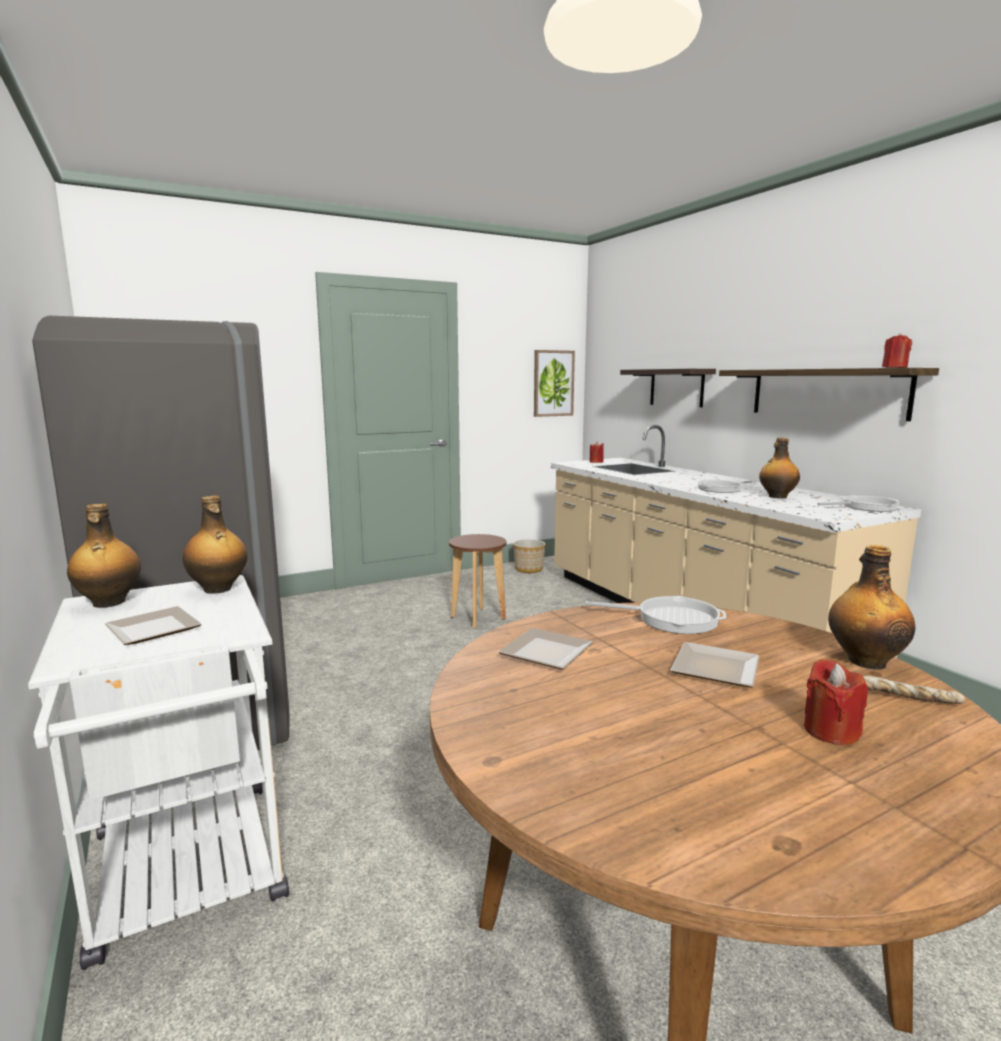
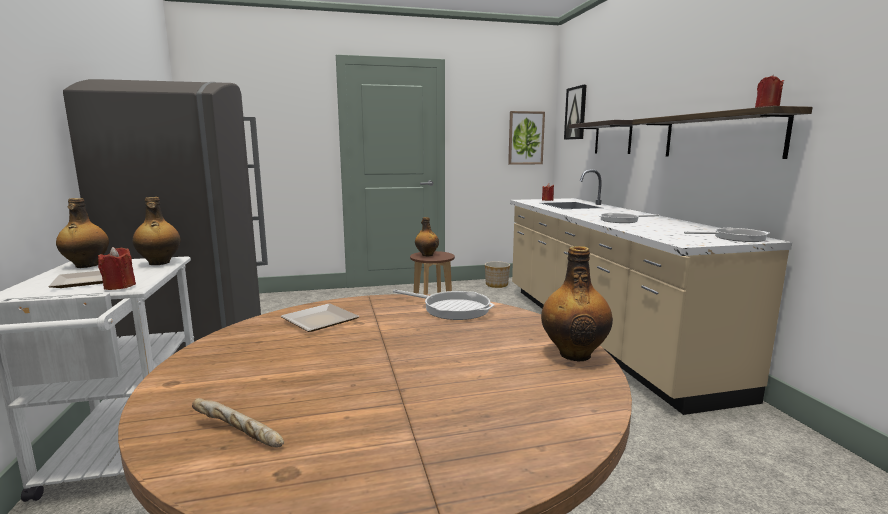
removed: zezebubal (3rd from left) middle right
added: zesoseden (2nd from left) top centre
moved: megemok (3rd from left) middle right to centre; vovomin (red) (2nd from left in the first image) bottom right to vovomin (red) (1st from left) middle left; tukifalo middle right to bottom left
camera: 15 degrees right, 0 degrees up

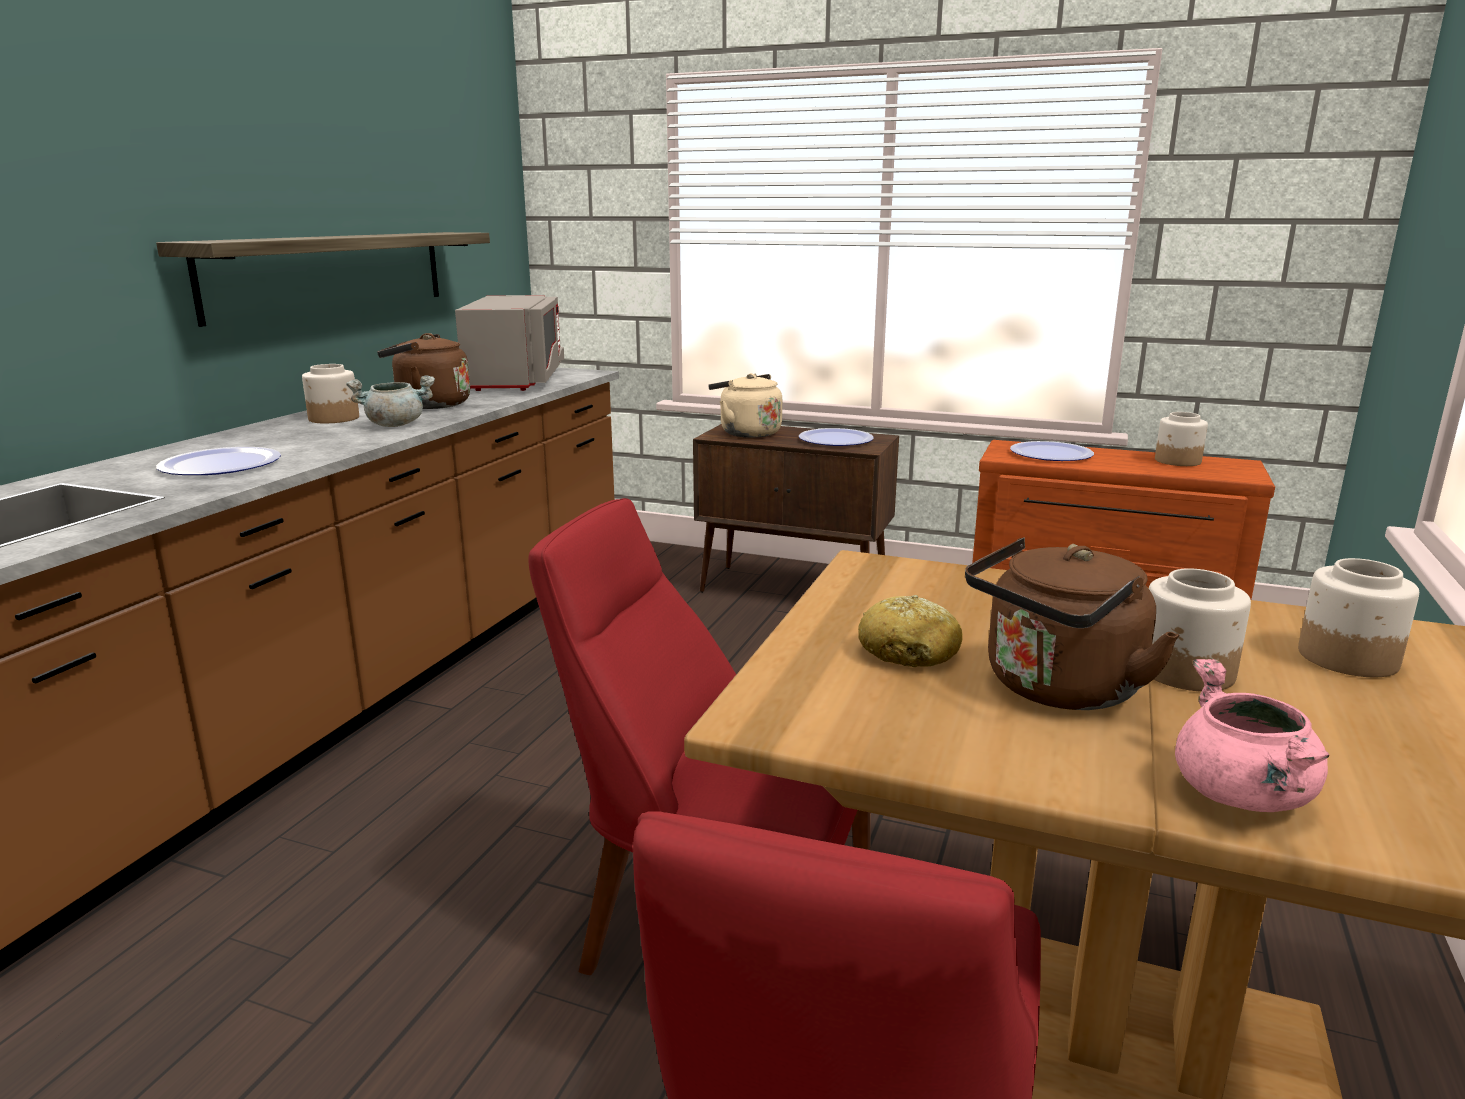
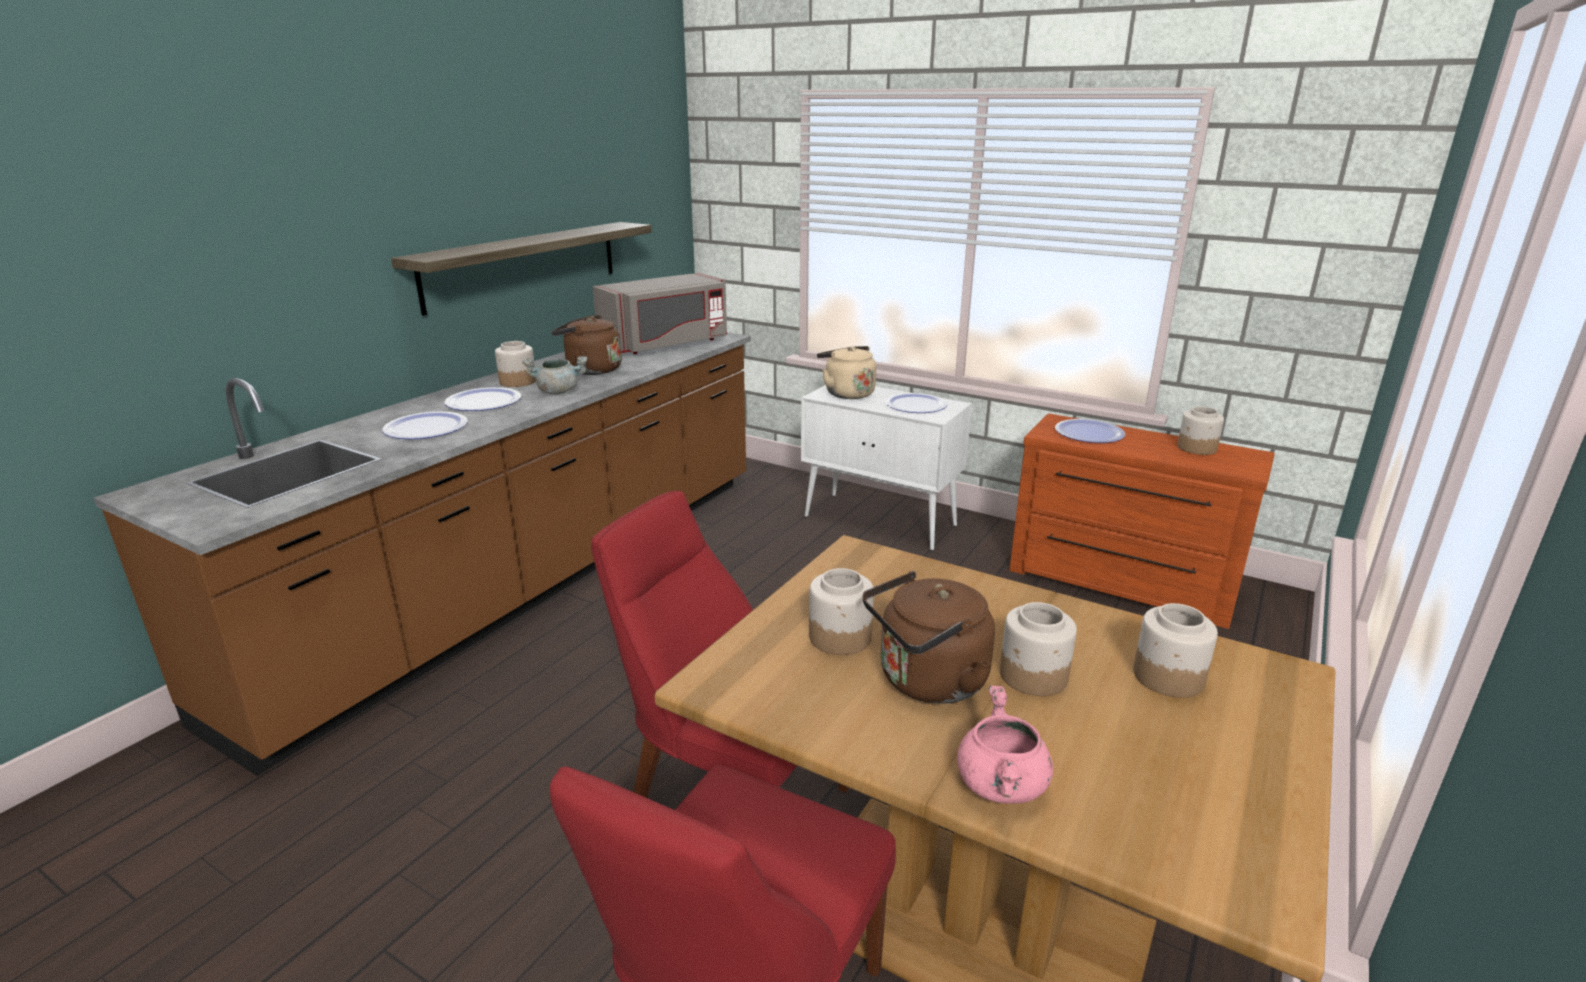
added: zezebubal (2nd from left) middle left
replaced: tukifalo centre to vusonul (2nd from left) centre
recoloured: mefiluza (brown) centre to mefiluza (white) centre
turned: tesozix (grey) top centre = top centre 45 degrees clockwise
camera: 10 degrees right, 5 degrees up

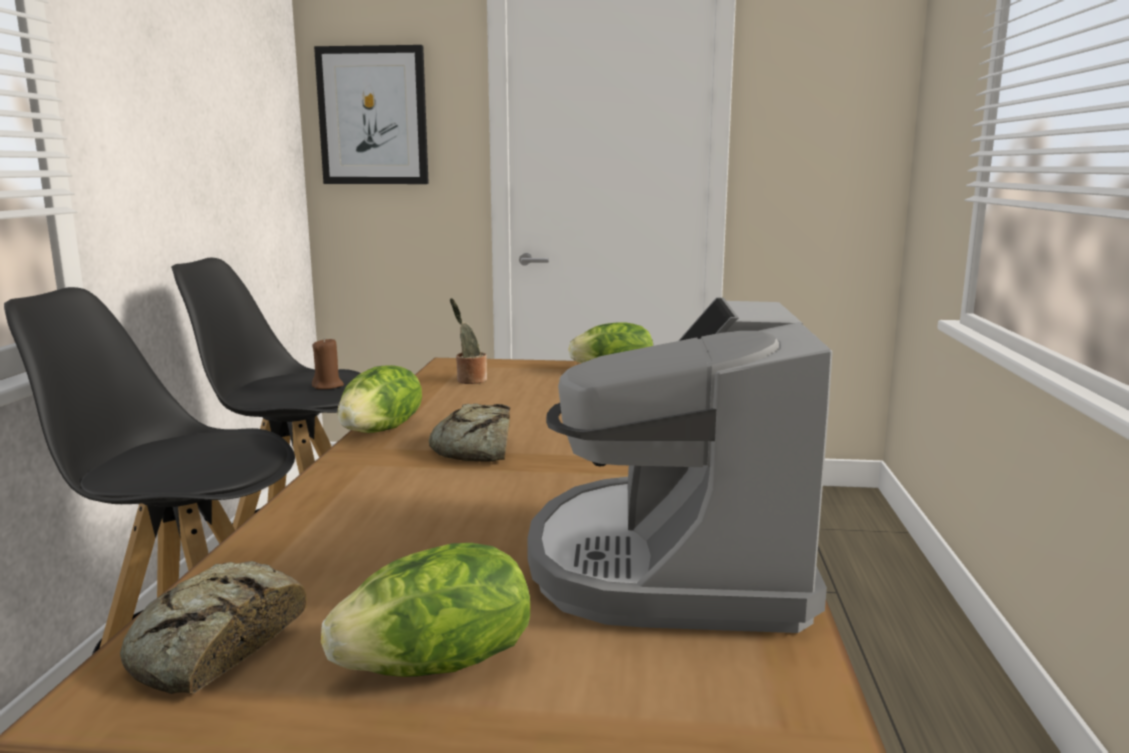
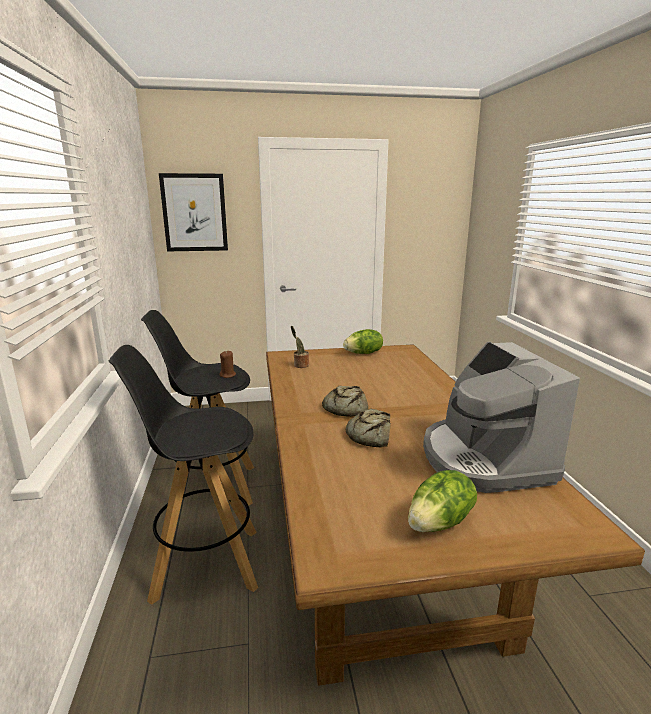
removed: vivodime (1st from left) centre
moved: tukifalo (1st from left in the first image) bottom left to tukifalo (2nd from left) centre
camera: 15 degrees left, 5 degrees up

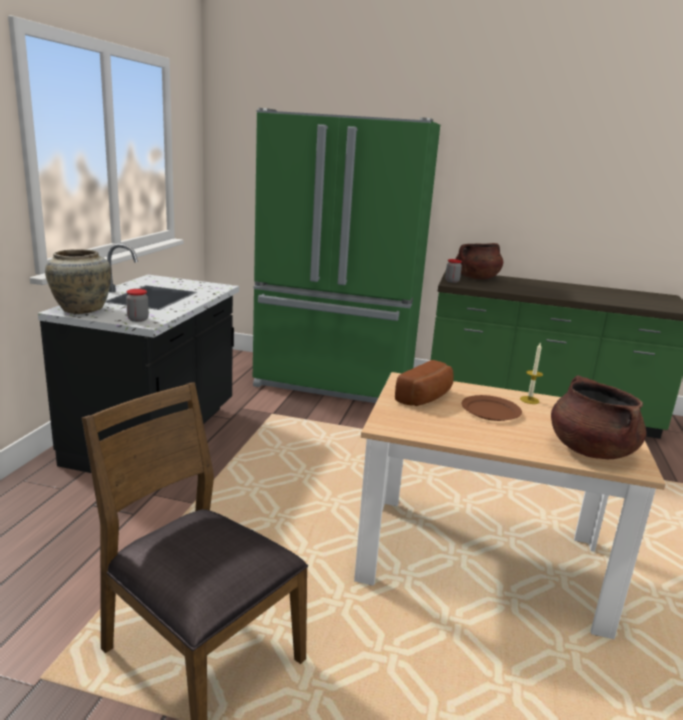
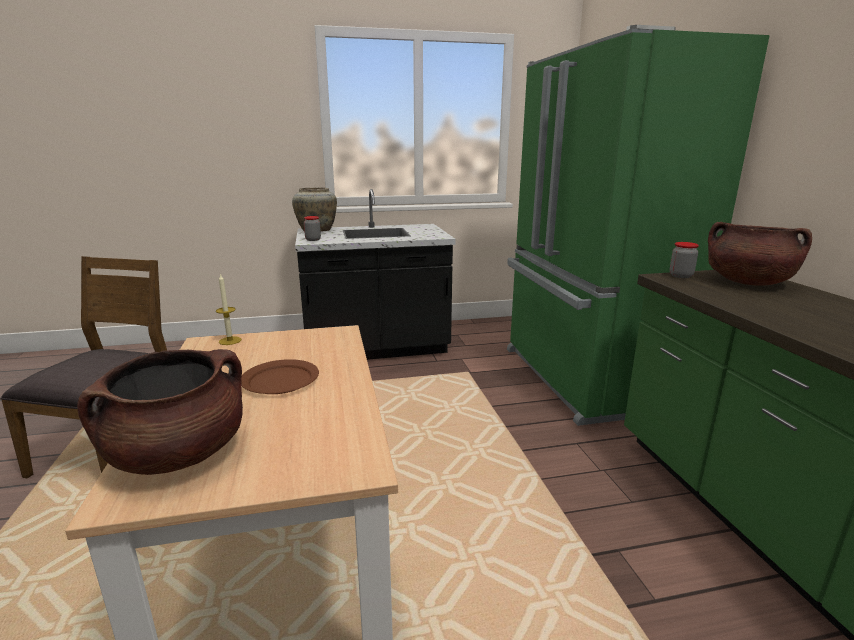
removed: tukifalo centre
moved: vovomin middle right to middle left
camera: 65 degrees right, 0 degrees up

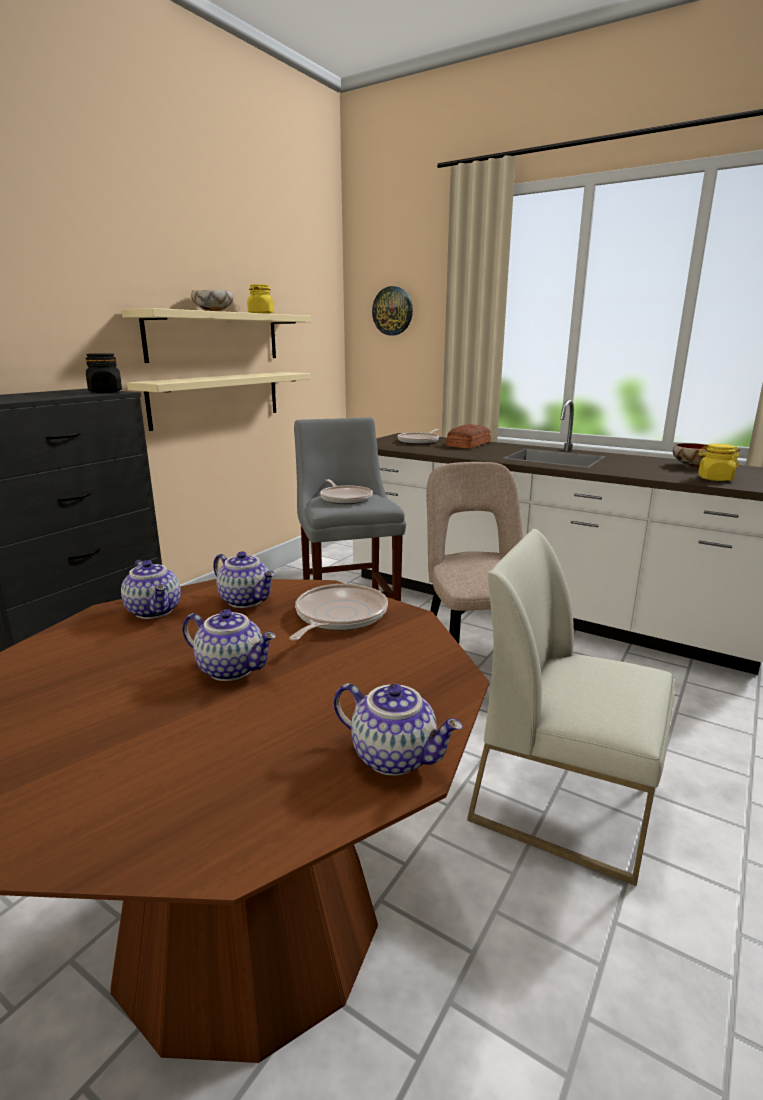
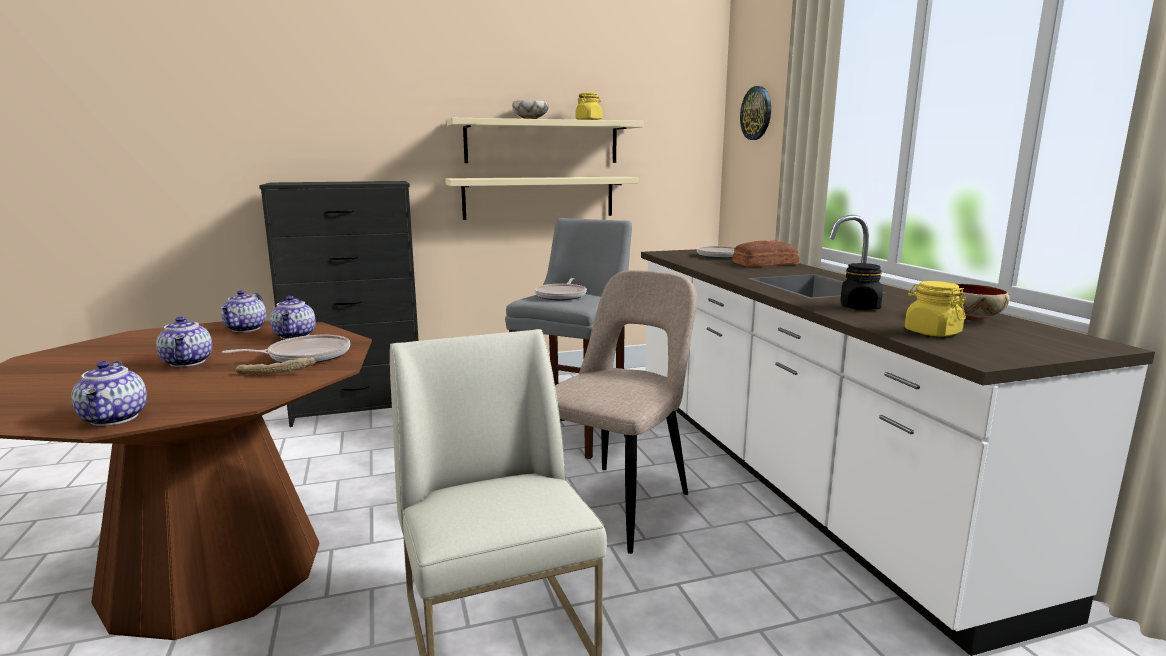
added: tukifalo (1st from left) middle left
moved: vusonul (black) middle left to middle right
camera: 40 degrees right, 5 degrees down

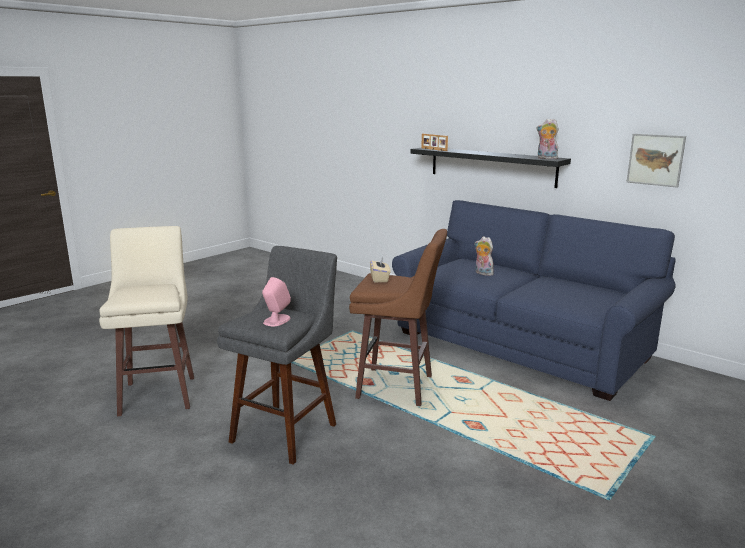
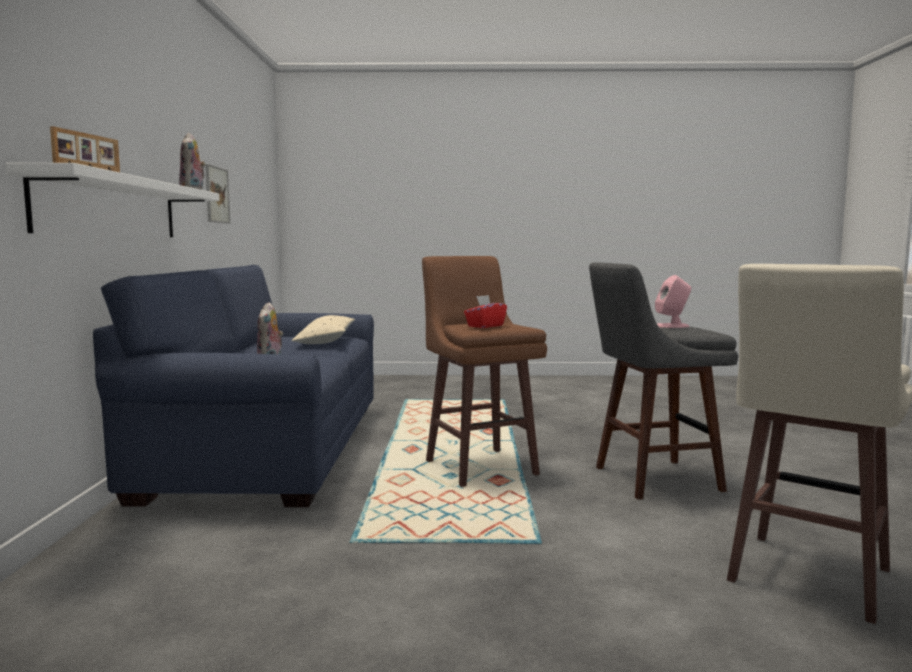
added: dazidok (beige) centre
recoloured: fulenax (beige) centre to fulenax (red) centre; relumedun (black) top centre to relumedun (white) top left
camera: 130 degrees left, 10 degrees down

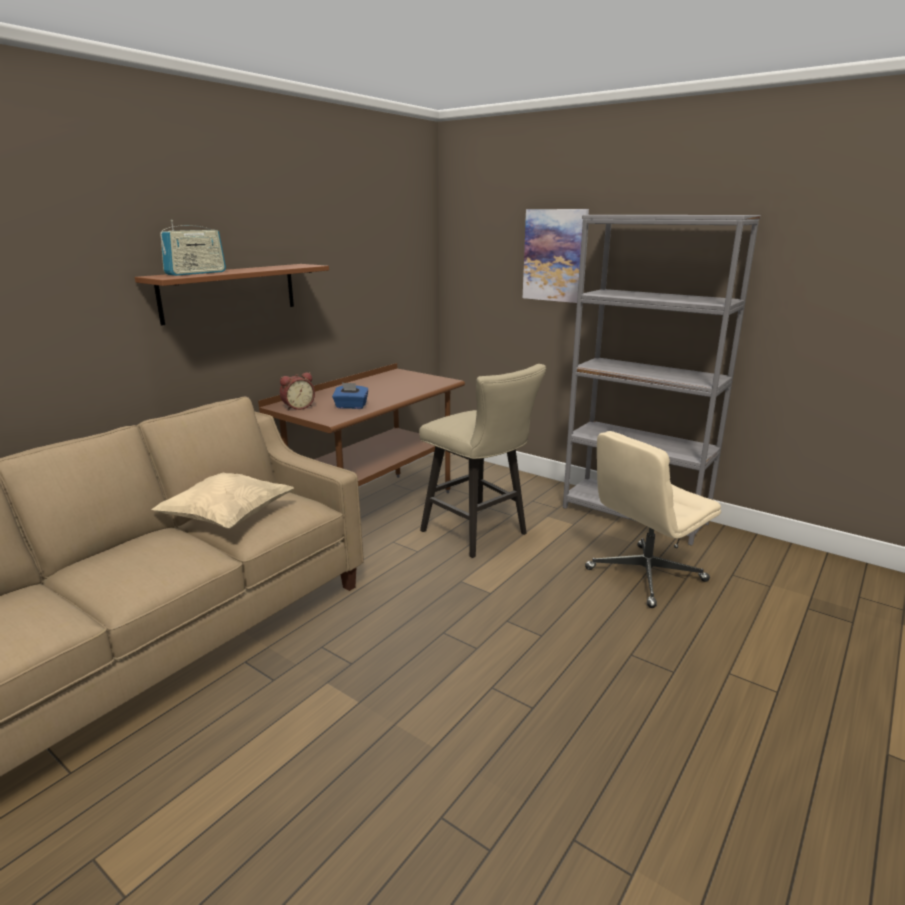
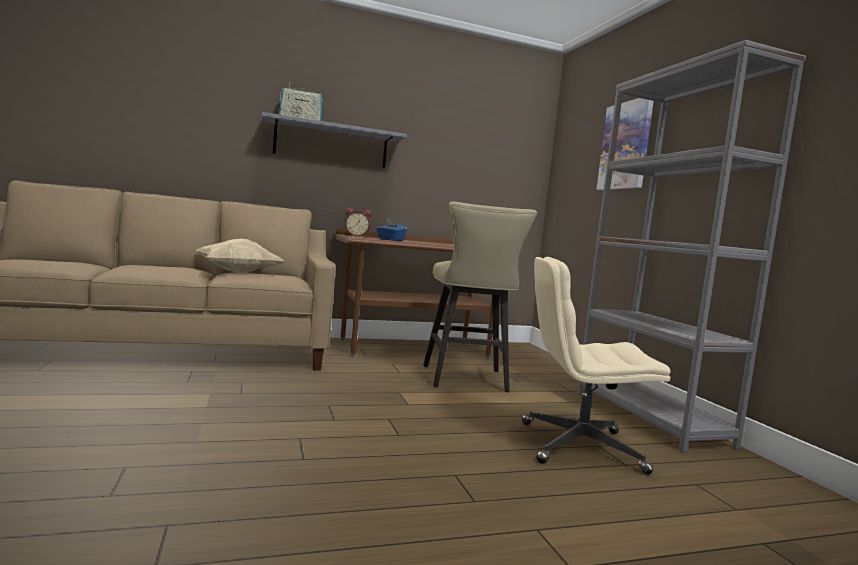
recoloured: relumedun (brown) top left to relumedun (grey) top centre
camera: 35 degrees right, 15 degrees down

